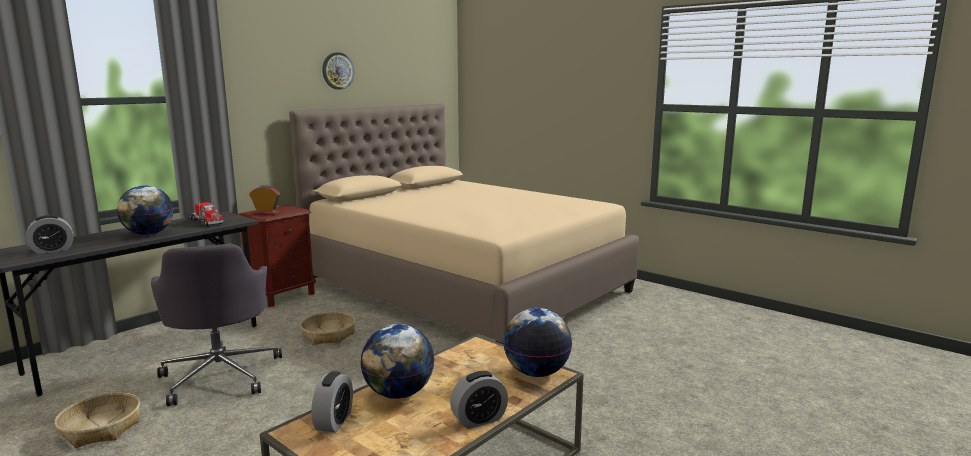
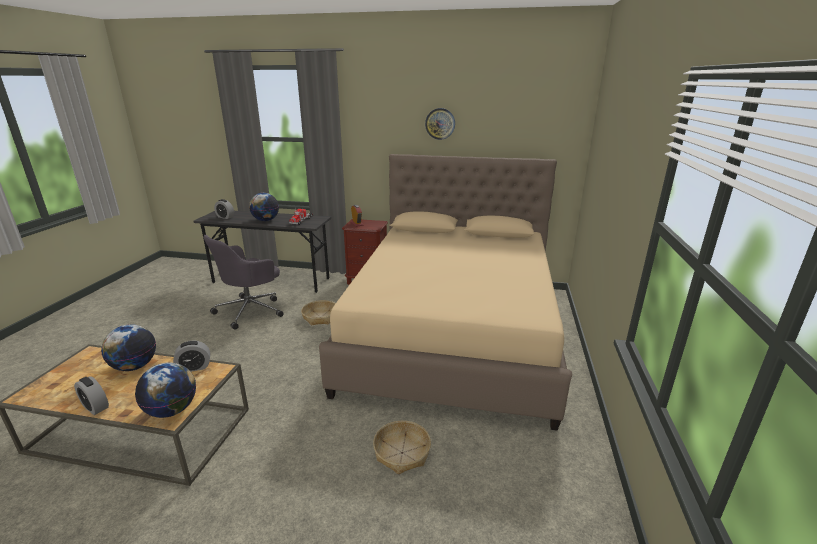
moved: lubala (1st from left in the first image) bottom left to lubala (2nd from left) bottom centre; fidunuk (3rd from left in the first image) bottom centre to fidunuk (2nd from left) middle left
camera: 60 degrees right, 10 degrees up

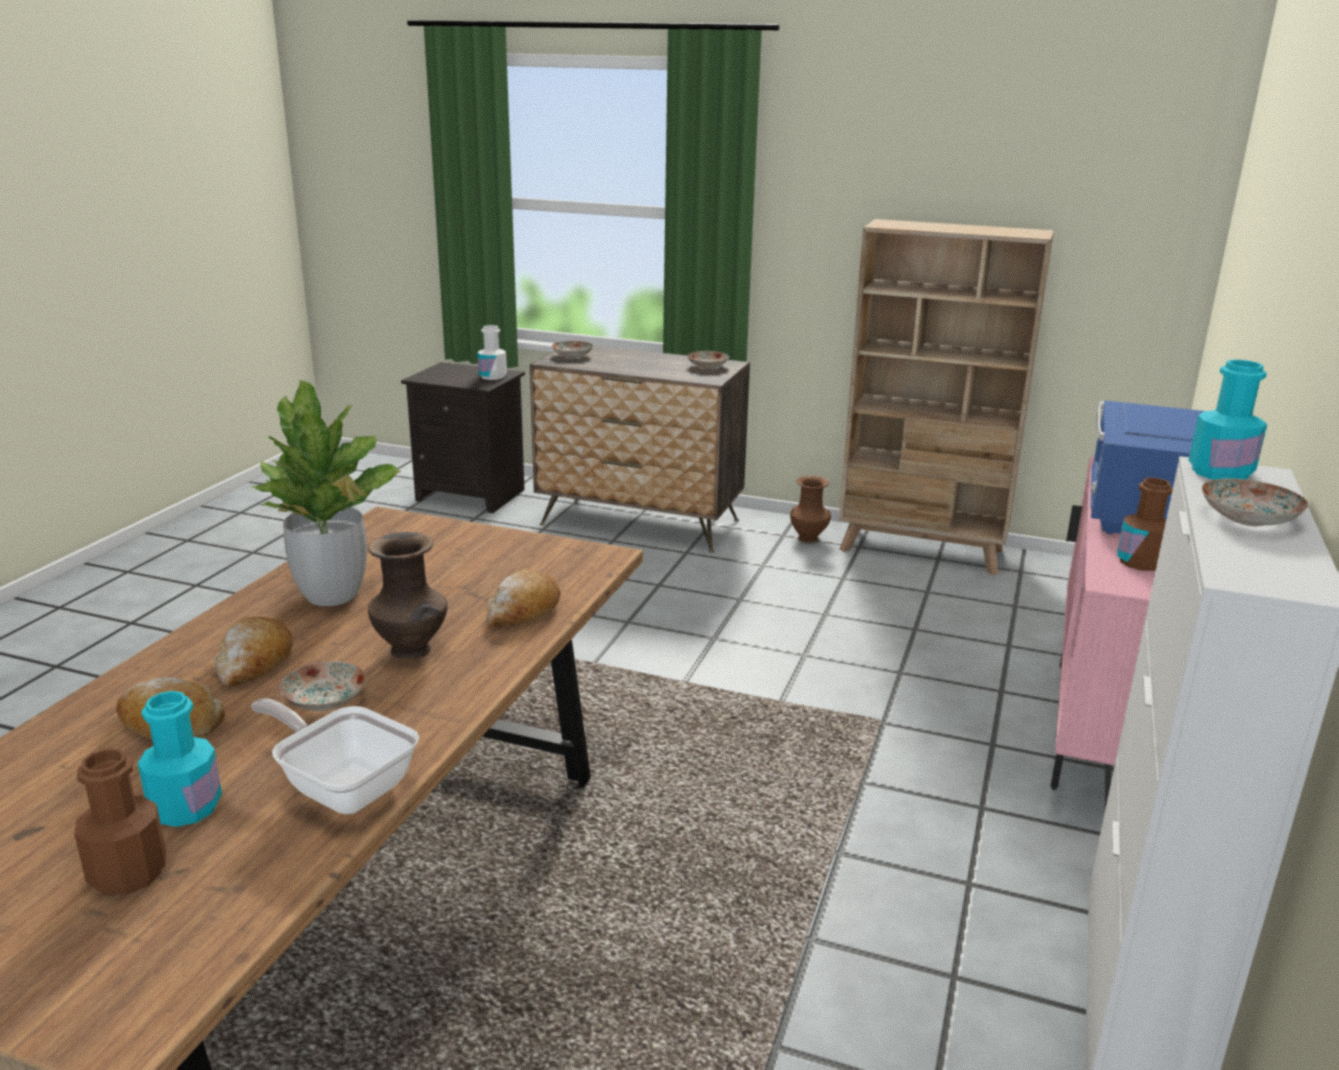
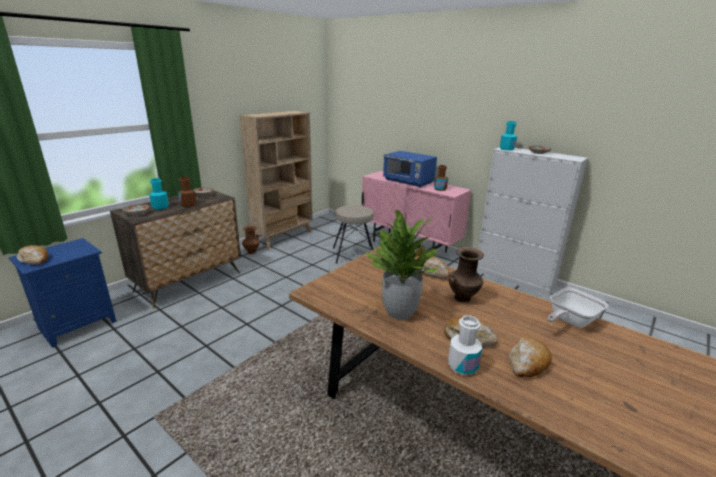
removed: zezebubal (1st from left) middle left
added: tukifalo (1st from left) middle left; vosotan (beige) centre
moved: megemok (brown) (1st from left) bottom left to middle left; megemok (turquoise) (1st from left) bottom left to middle left; megemok (white) top centre to bottom centre
recoloured: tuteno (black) centre to tuteno (blue) middle left
camera: 70 degrees left, 0 degrees up

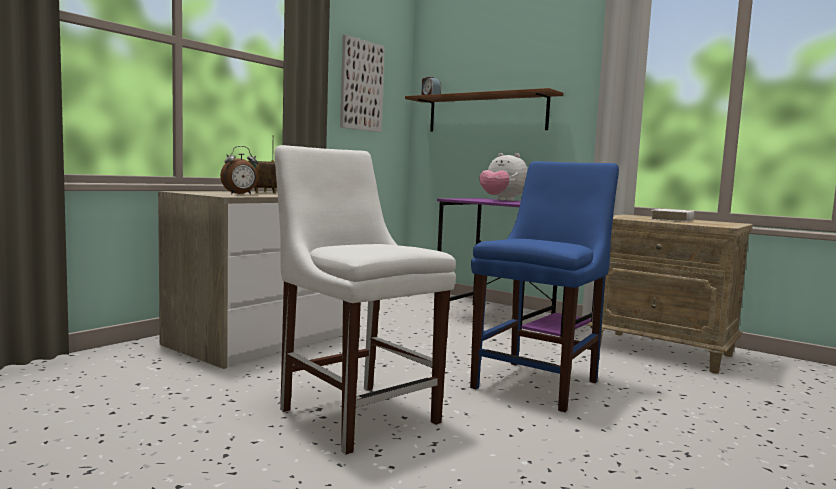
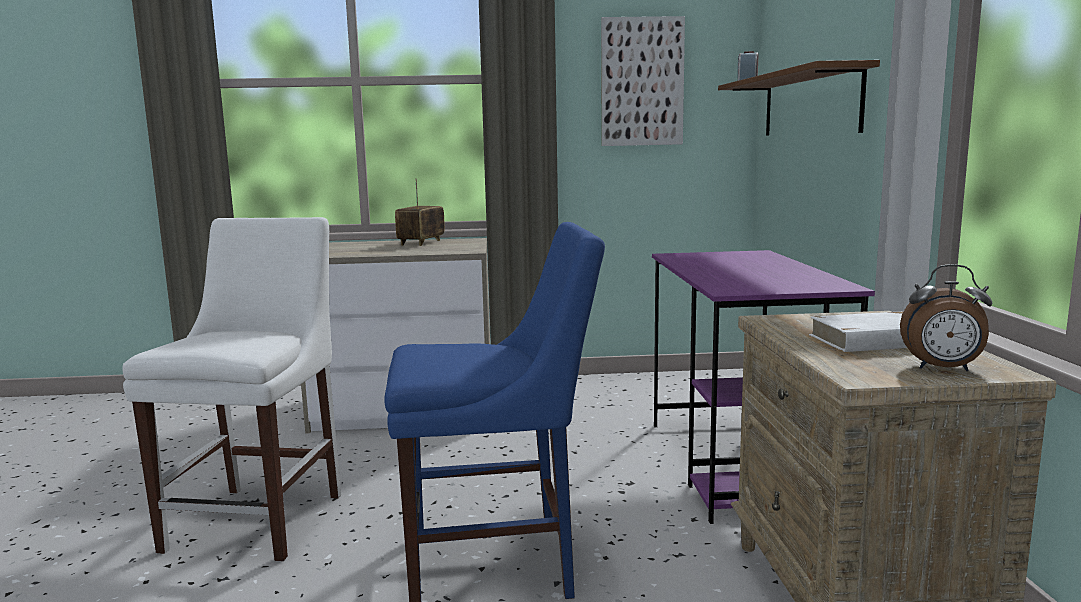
removed: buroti centre
moved: fidunuk (1st from left in the first image) middle left to fidunuk (2nd from left) middle right
camera: 50 degrees right, 5 degrees up

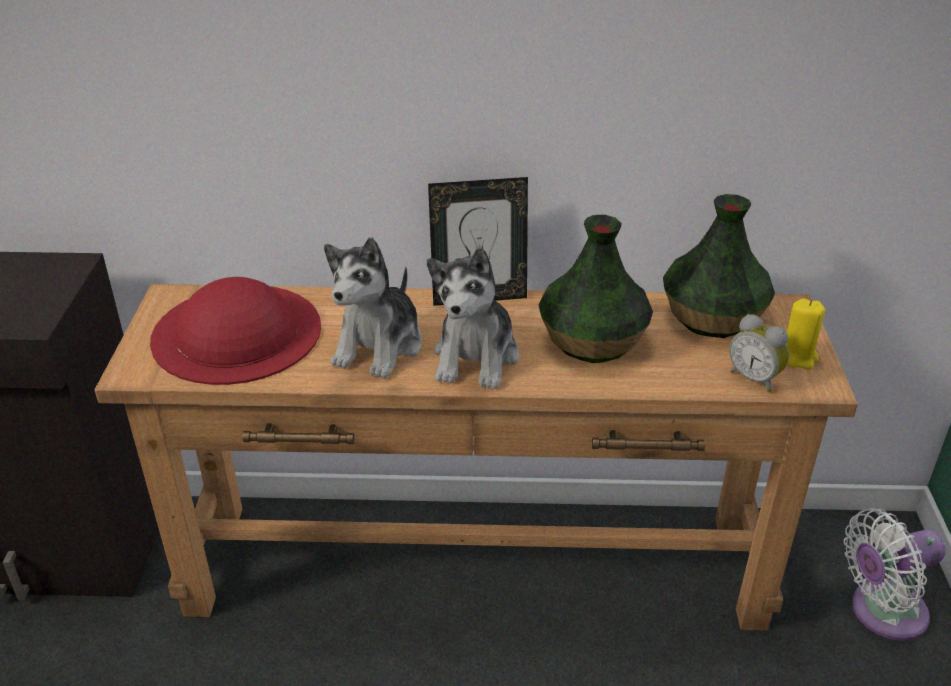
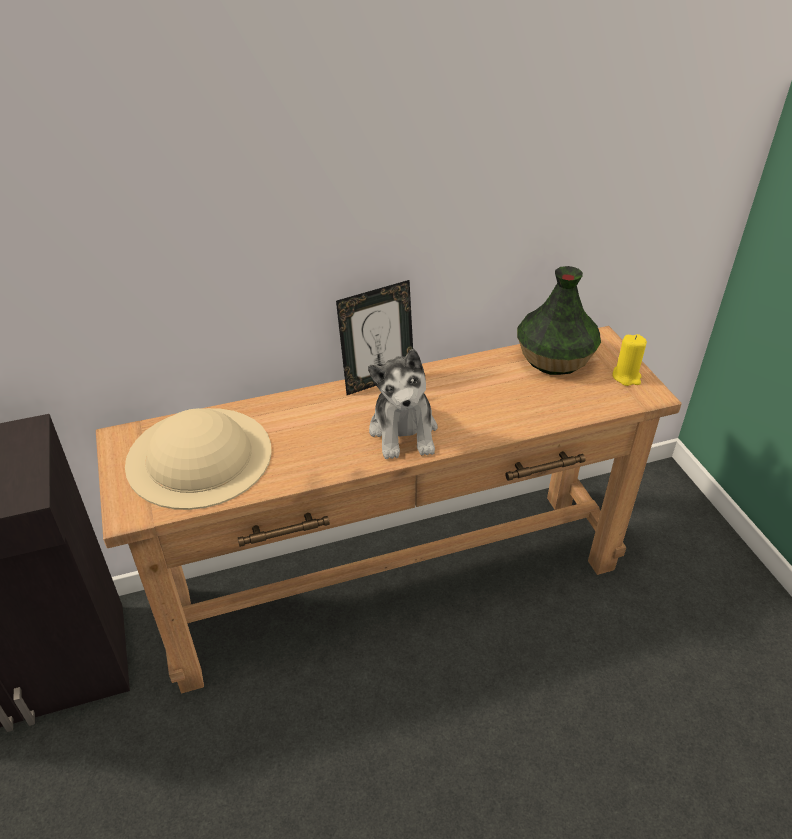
removed: buroti (1st from left) centre; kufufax (1st from left) centre; fidunuk middle right; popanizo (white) bottom right
recoloured: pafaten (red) middle left to pafaten (beige) middle left
camera: 20 degrees left, 5 degrees up

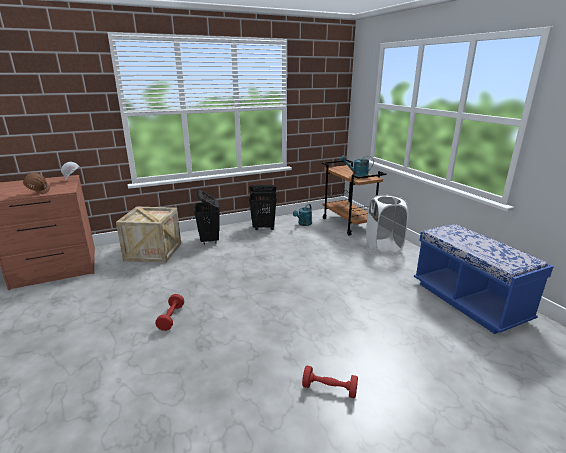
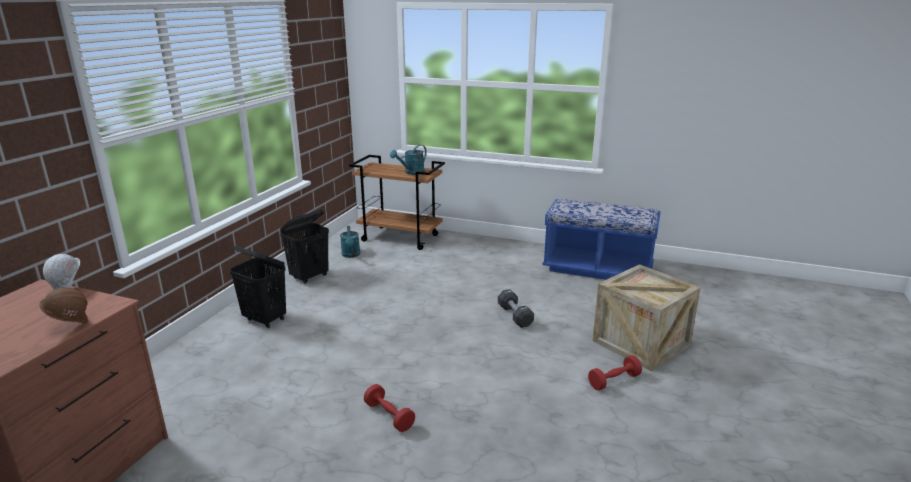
removed: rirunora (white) middle right
added: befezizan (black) centre
moved: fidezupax middle left to middle right
camera: 45 degrees left, 0 degrees up

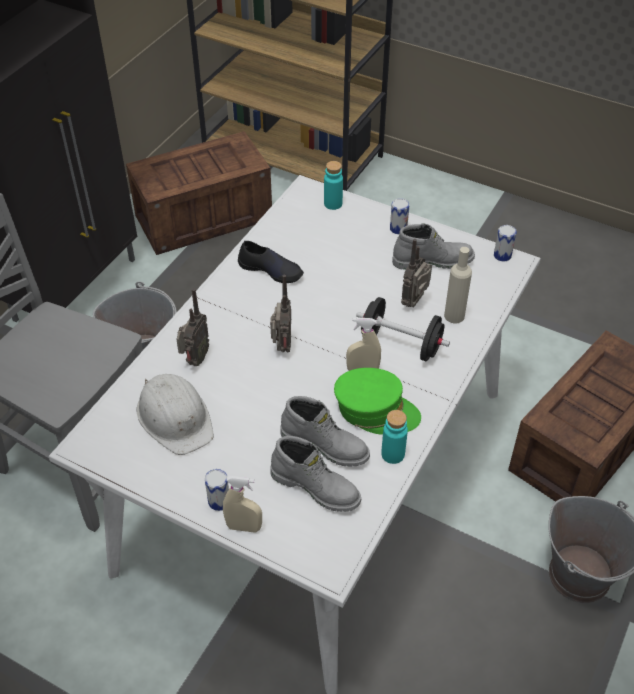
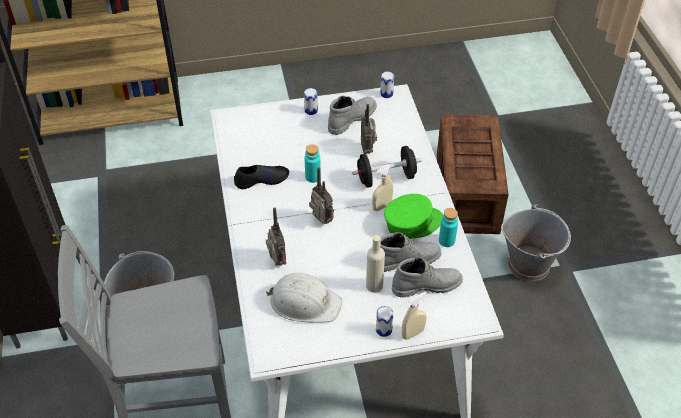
removed: fidezupax (1st from left) top left
moved: megemok (turquoise) (1st from left) top centre to centre; megemok (beige) middle right to centre
camera: 40 degrees left, 0 degrees up

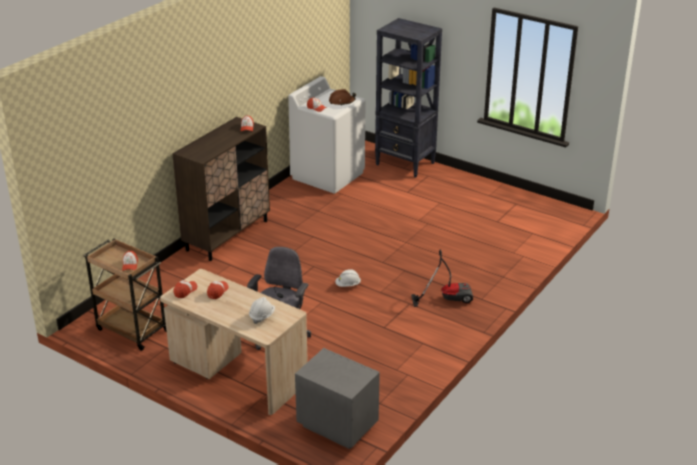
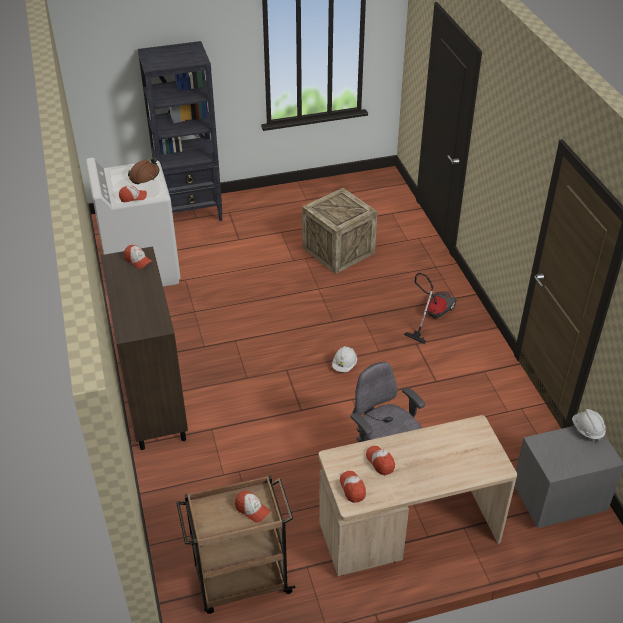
added: fidezupax centre
moved: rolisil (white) (1st from left in the first image) bottom centre to rolisil (white) (2nd from left) bottom right
camera: 50 degrees left, 10 degrees up

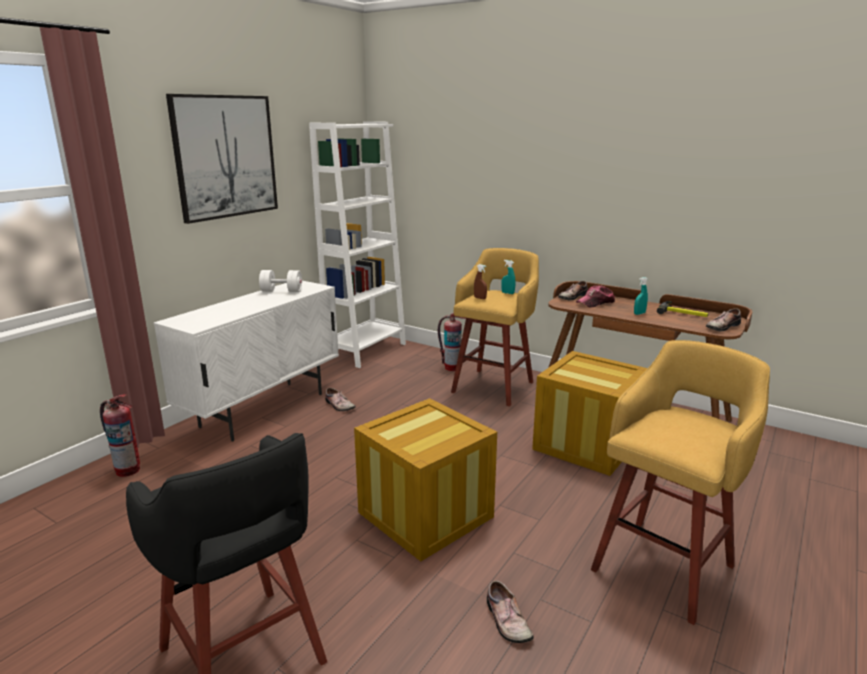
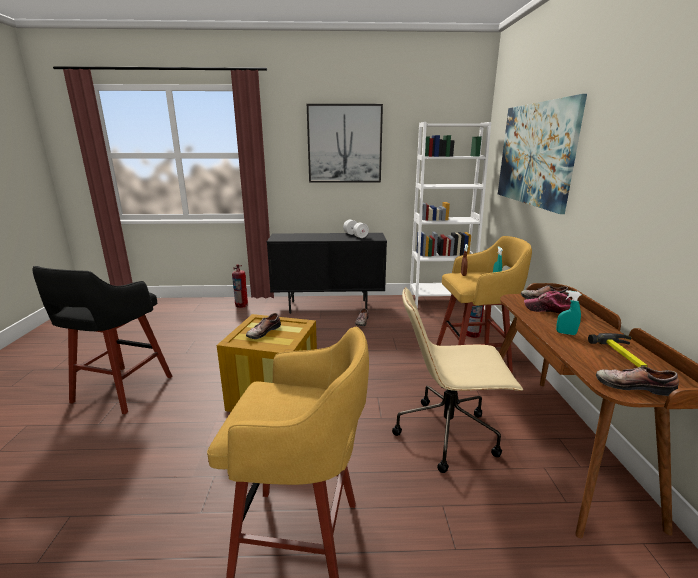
added: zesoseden (2nd from left) top right
moved: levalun (2nd from left in the first image) bottom centre to levalun (1st from left) centre
replaced: fidezupax (2nd from left) middle right to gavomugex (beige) centre
recoloured: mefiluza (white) middle left to mefiluza (black) centre
camera: 55 degrees right, 0 degrees up

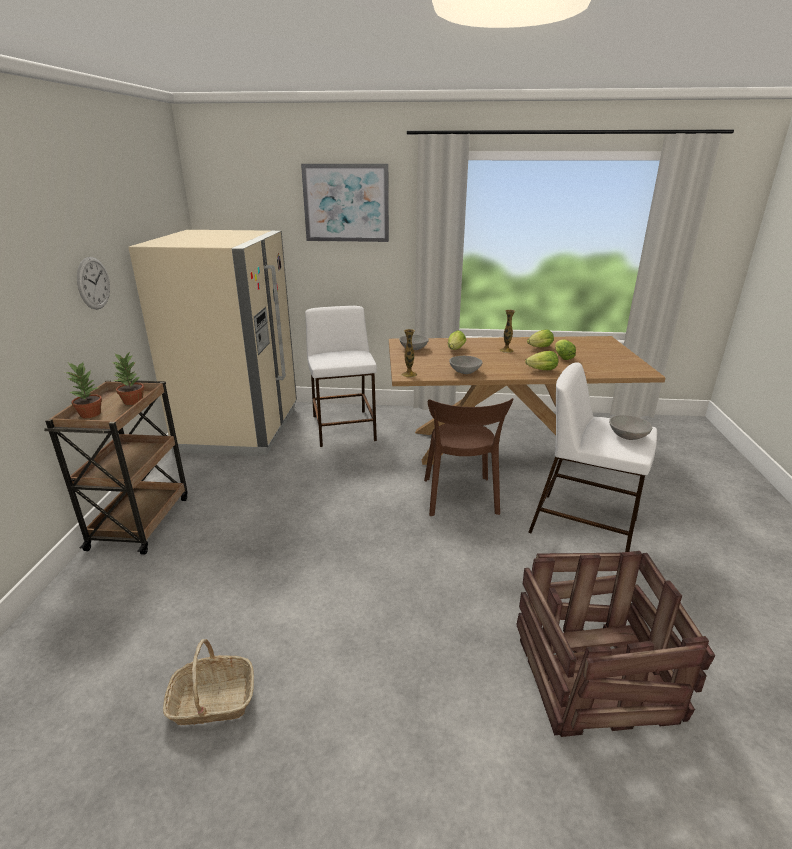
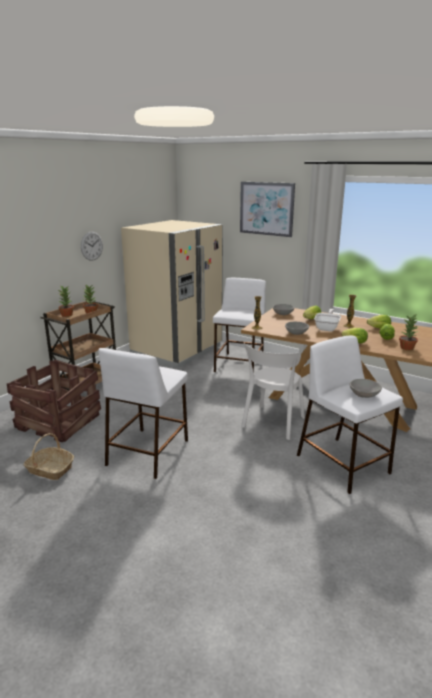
added: vosotan (white) (1st from left) middle left; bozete middle right; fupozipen (3rd from left) middle right
moved: fidezupax bottom right to middle left
recoloured: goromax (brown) centre to goromax (white) centre
camera: 30 degrees right, 5 degrees down

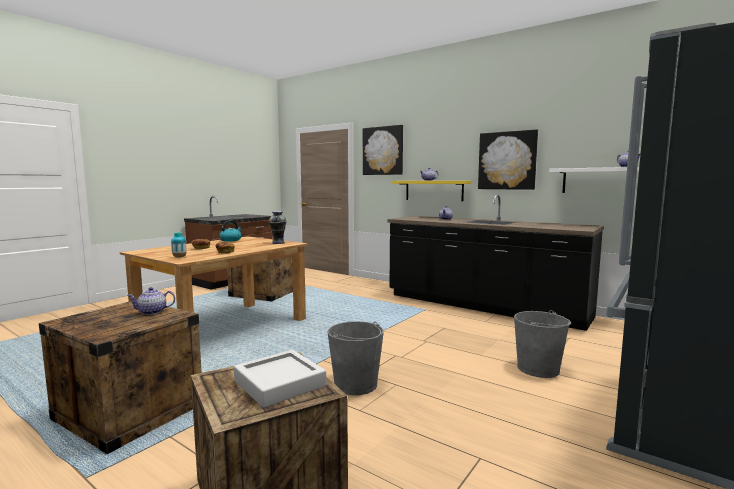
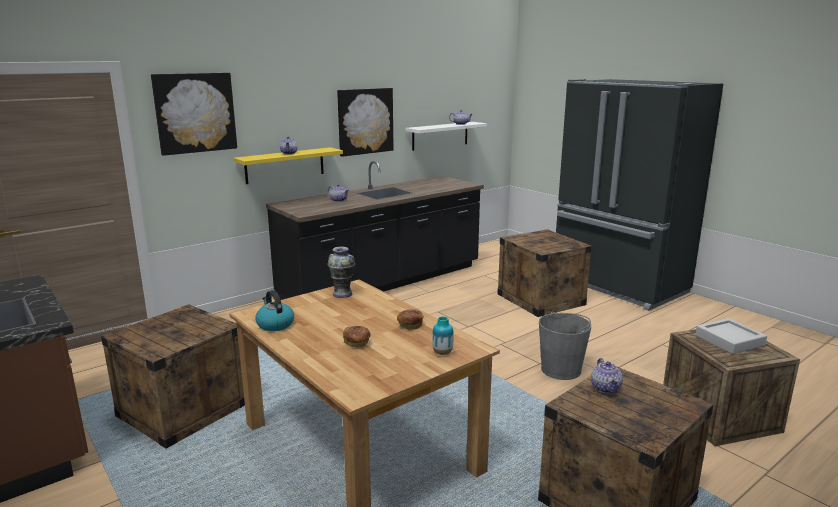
replaced: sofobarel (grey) (2nd from left) bottom right to fidezupax (2nd from left) centre
camera: 75 degrees left, 10 degrees up

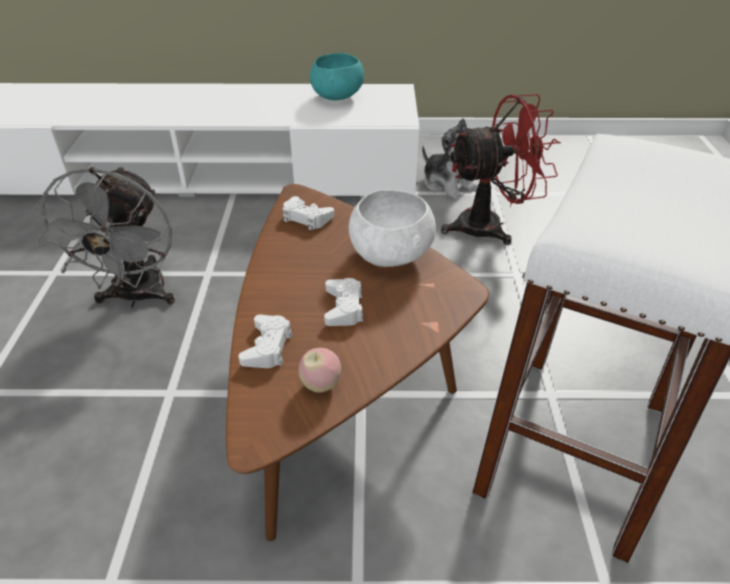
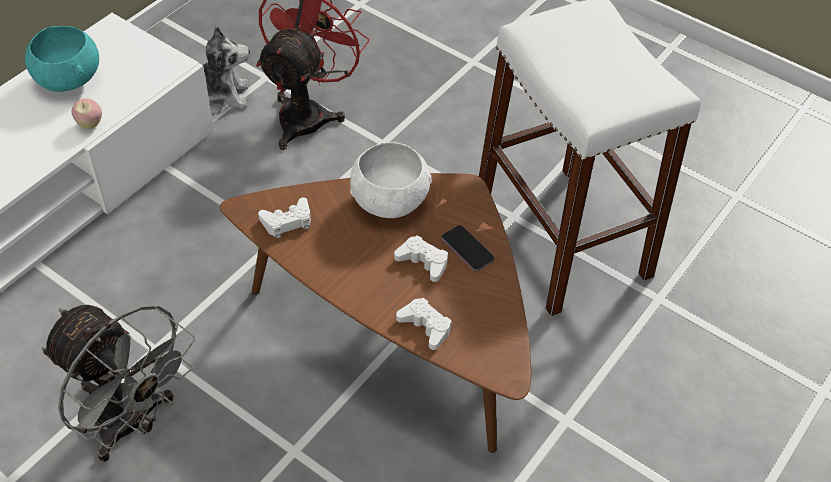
added: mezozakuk centre
moved: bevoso centre to top left
camera: 55 degrees left, 10 degrees up

